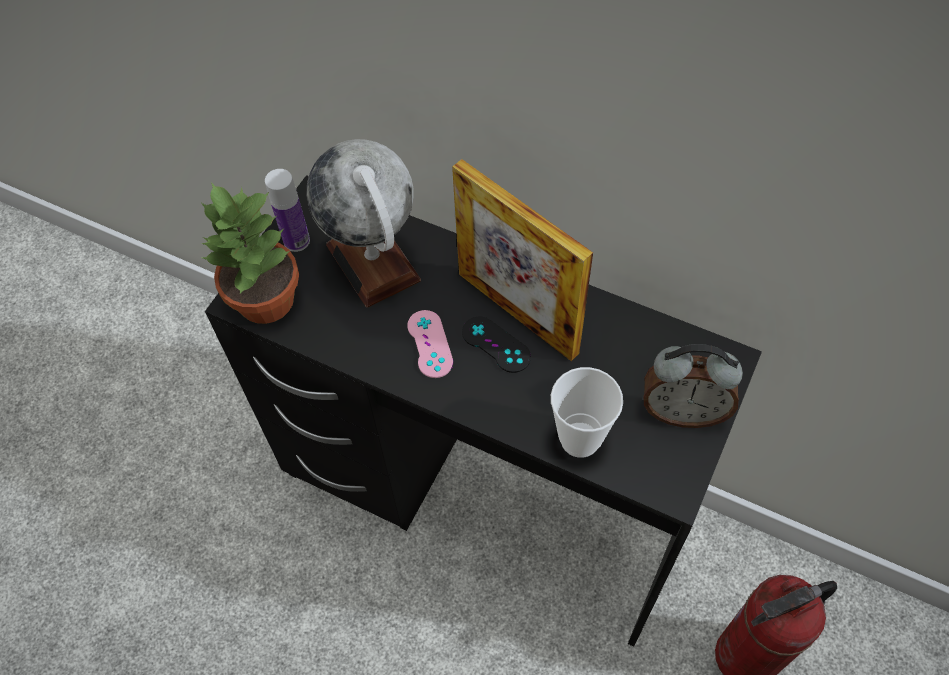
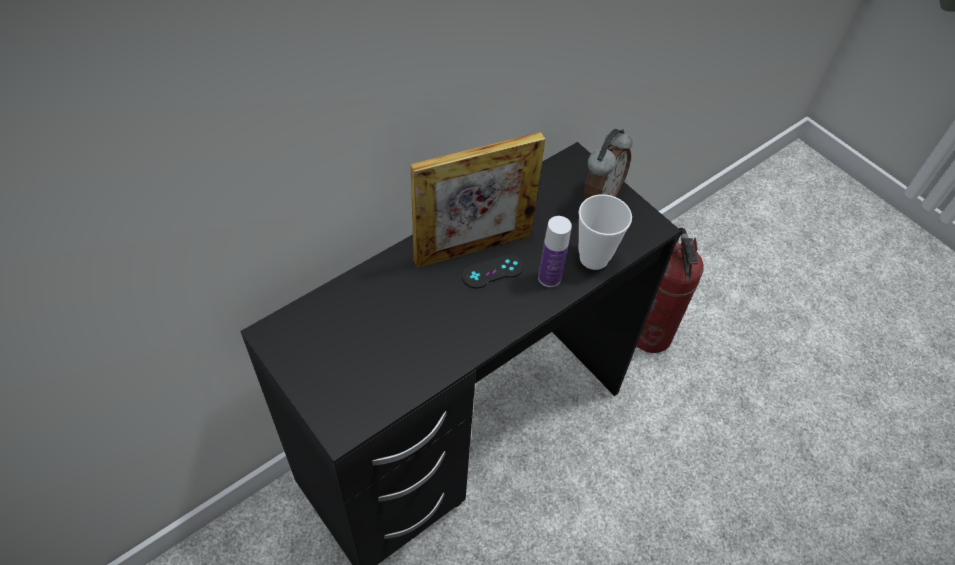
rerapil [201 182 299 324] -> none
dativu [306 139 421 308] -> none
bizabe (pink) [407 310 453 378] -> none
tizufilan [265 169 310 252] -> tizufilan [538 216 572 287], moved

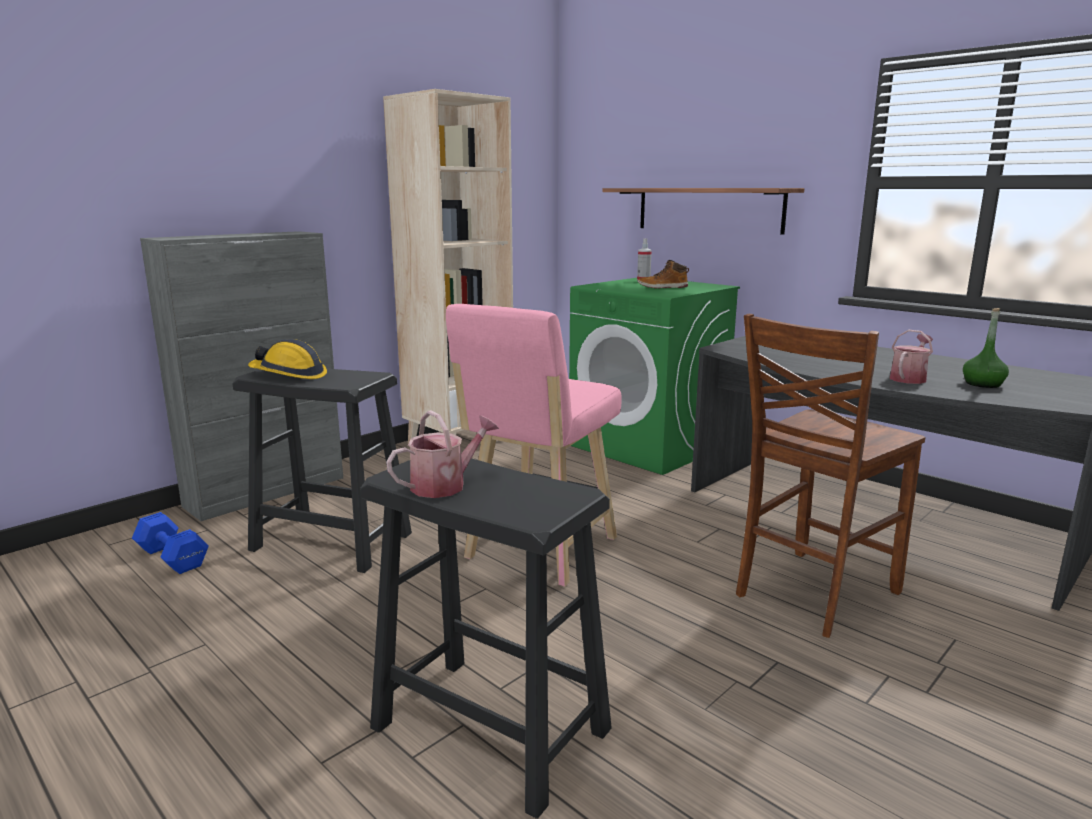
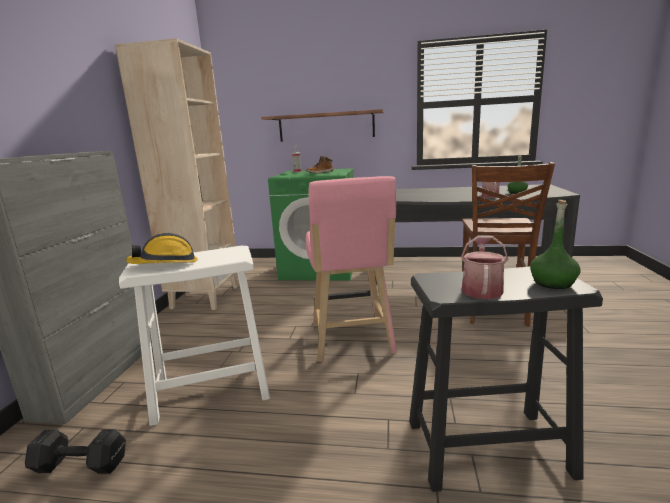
none -> tizufilan (green) [530 200 581 289]
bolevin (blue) [132 512 209 574] -> bolevin (black) [25 429 126 474]
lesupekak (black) [232 368 412 573] -> lesupekak (white) [119 246 270 426]

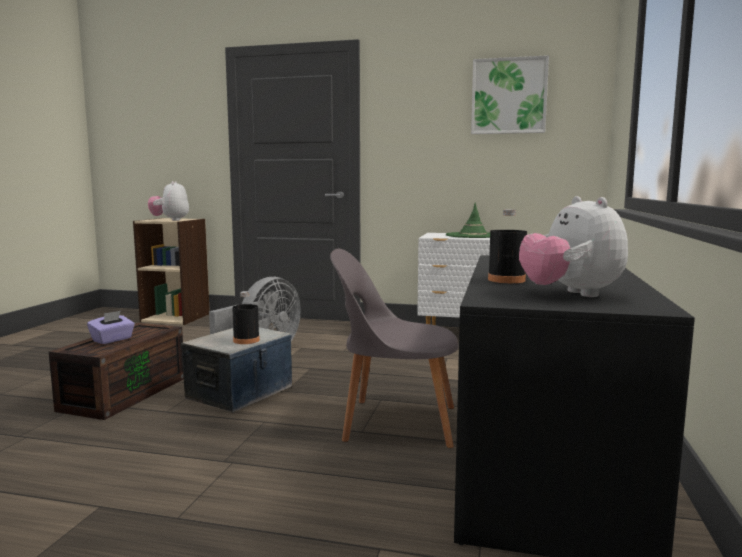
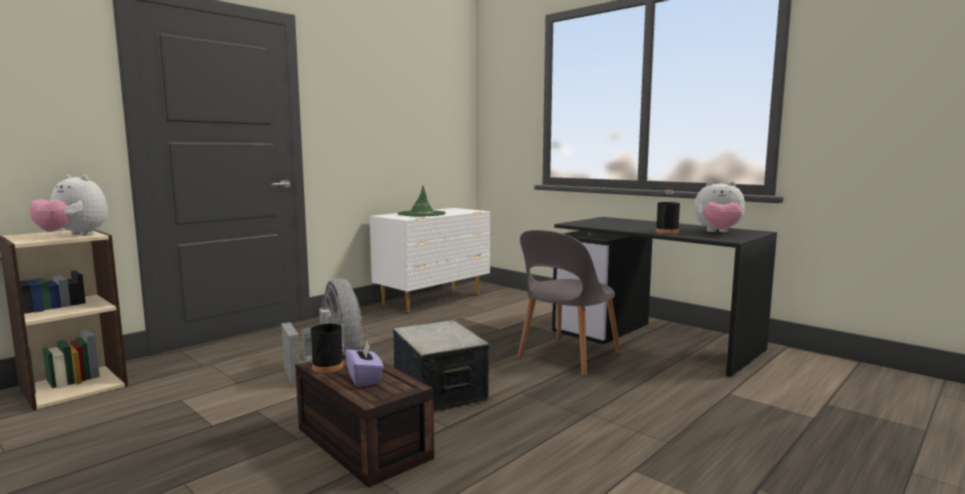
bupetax [471 55 549 134] -> none
tizufilan (black) [232 291 260 344] -> tizufilan (black) [311 309 344 373], moved

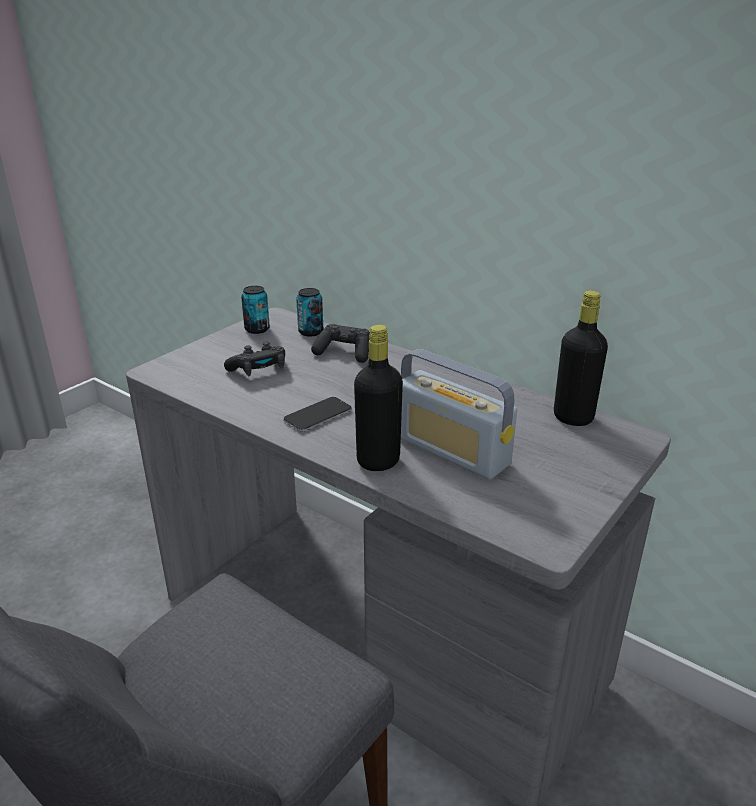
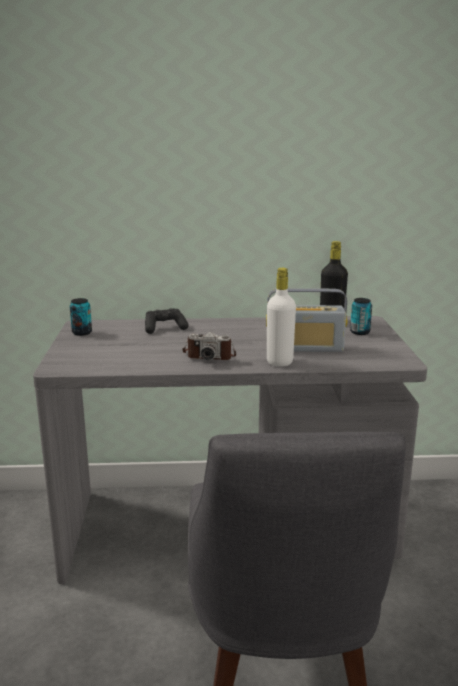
bizabe (black) [224 341 285 376] -> none
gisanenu [296 288 323 337] -> gisanenu [350 298 372 335], moved
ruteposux [284 397 352 432] -> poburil [182 332 236 360]
tizufilan (black) [354 325 403 471] -> tizufilan (white) [267 268 296 367]

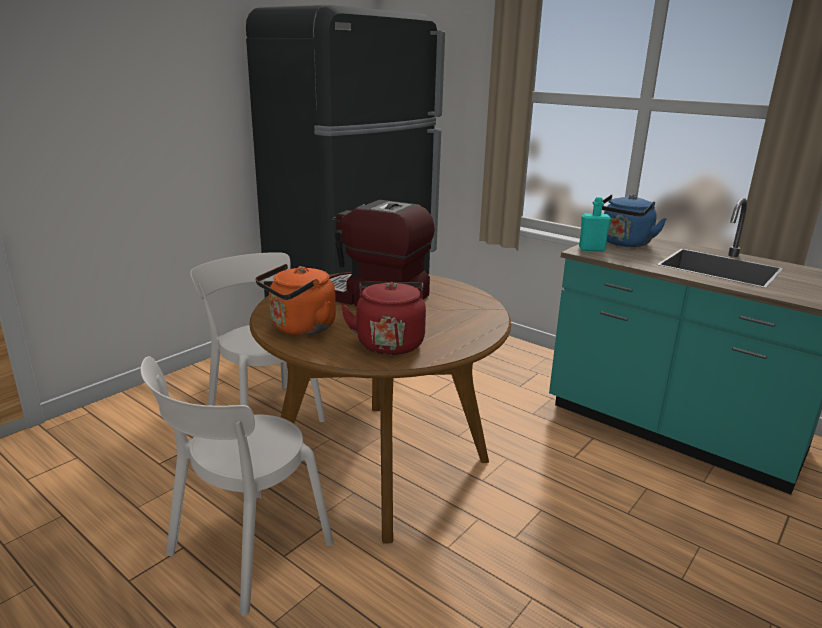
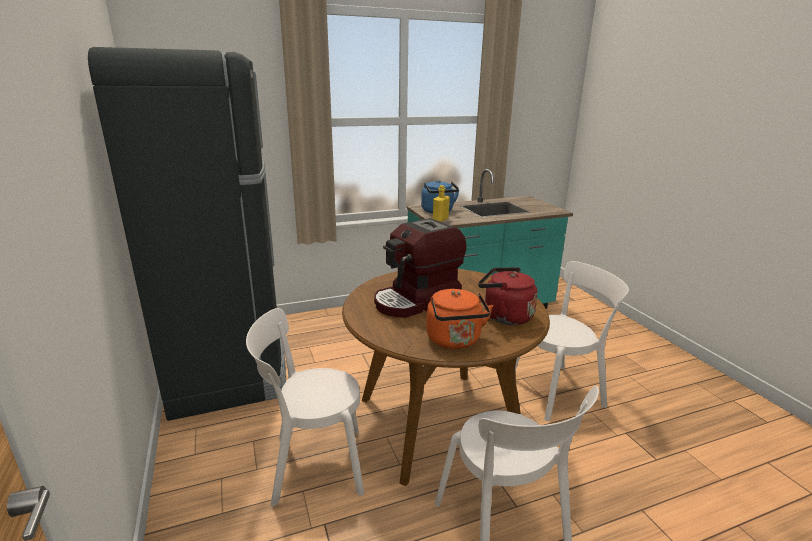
none -> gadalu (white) [515 261 629 421]
tizufilan (turquoise) [579 197 611 252] -> tizufilan (yellow) [433 185 450 222]

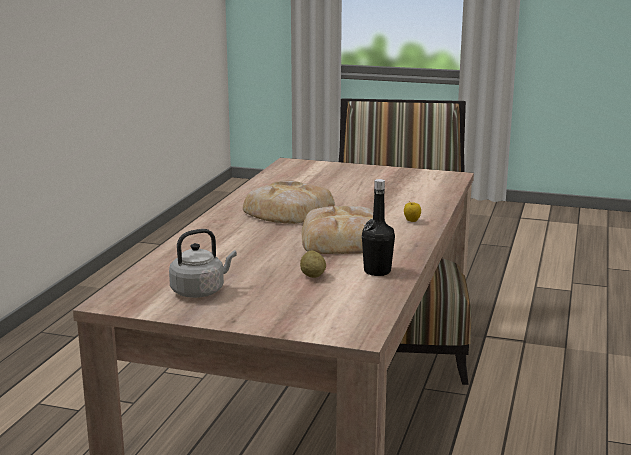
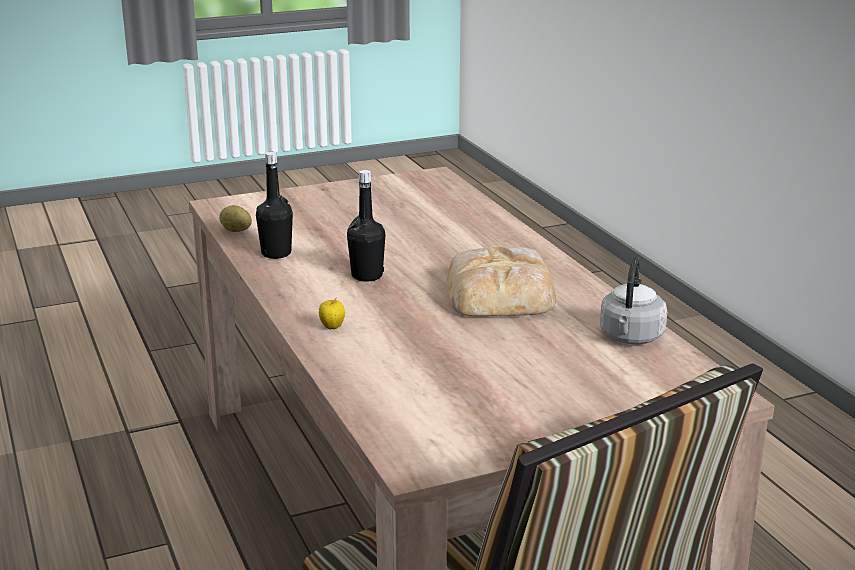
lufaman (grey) [169 229 237 298] -> lufaman (grey) [600 257 667 344], moved
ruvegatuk [300 250 326 278] -> ruvegatuk [219 205 252 232], moved
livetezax [302 206 373 254] -> tizufilan (black) [347 170 385 282]

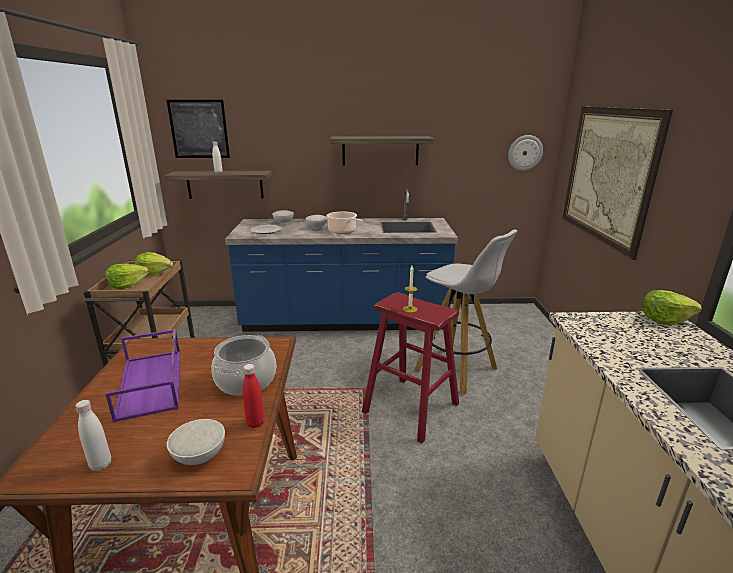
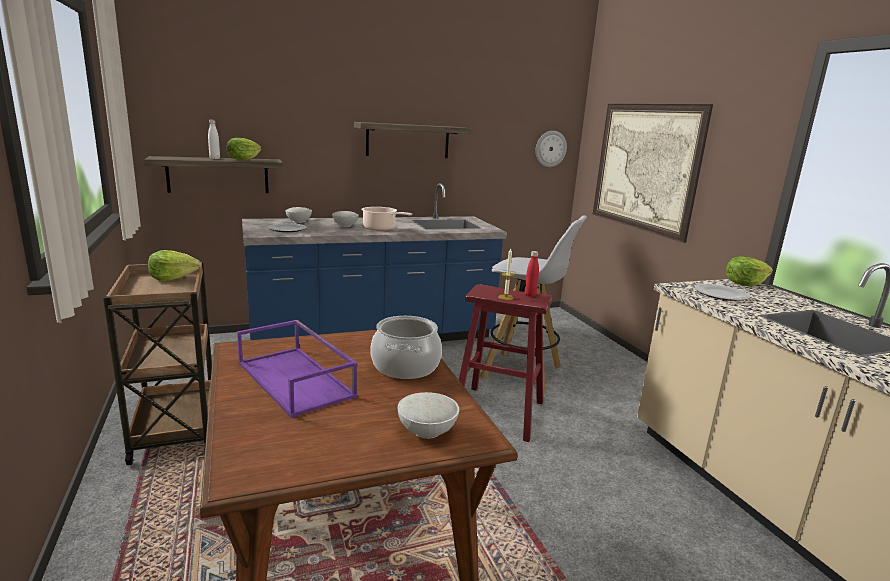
tizufilan (white) [75 400 111 471] -> none
bupetax [167 100 230 158] -> none
none -> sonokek [694 284 750 301]
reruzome [105 264 149 290] -> reruzome [227 138 261 160], moved
tizufilan (red) [243 364 264 428] -> tizufilan (red) [525 251 539 297], moved

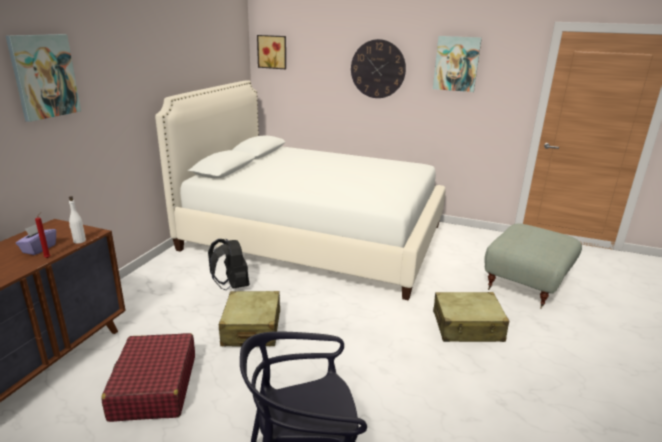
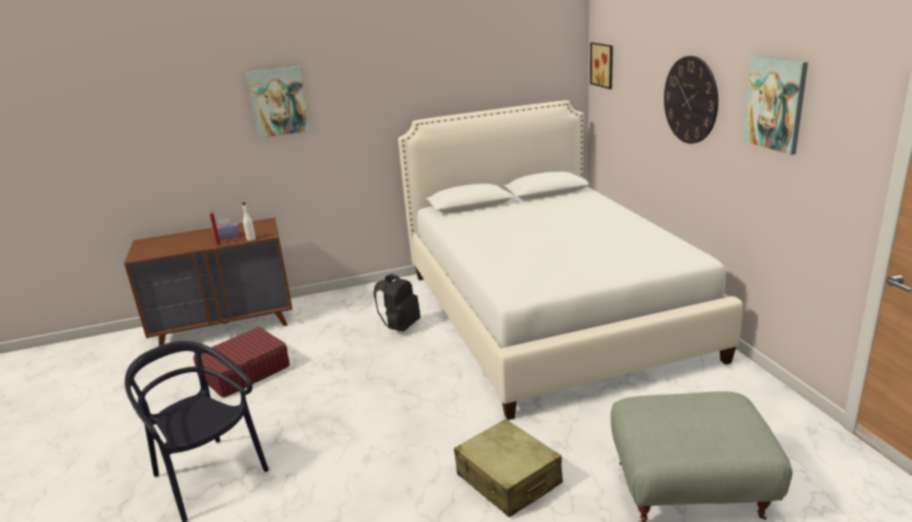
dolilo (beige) [219 291 280 346] -> none

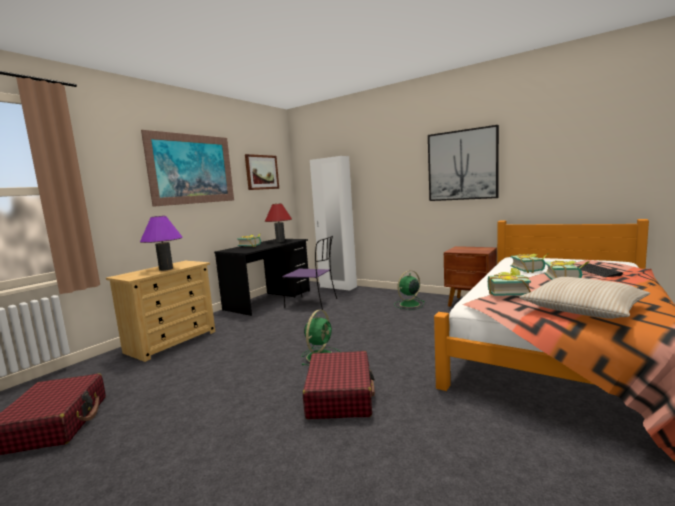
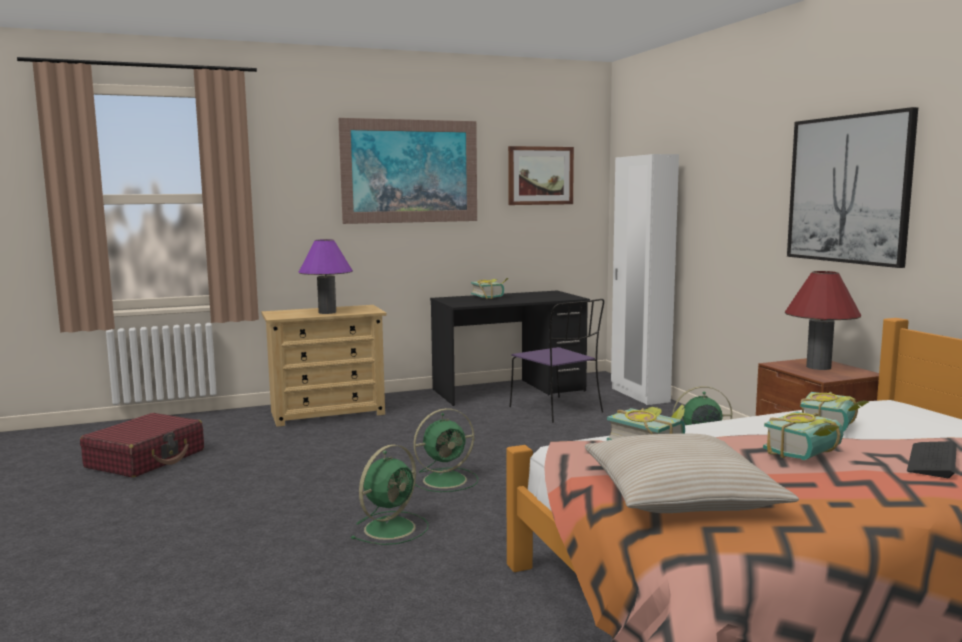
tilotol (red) [265 203 292 242] -> tilotol (red) [785 271 861 370], moved
dolilo (red) [303 351 375 419] -> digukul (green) [351 444 429 545]

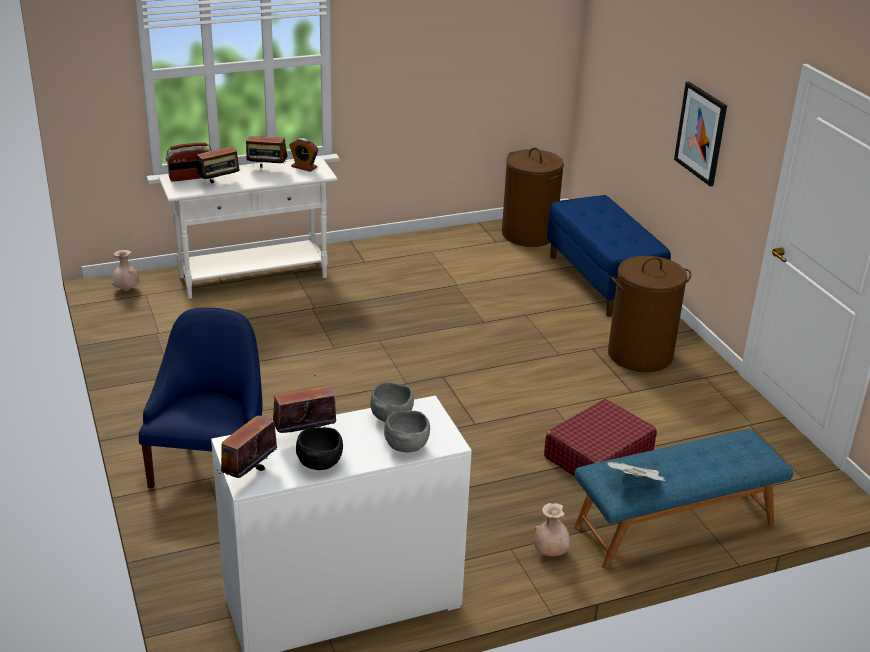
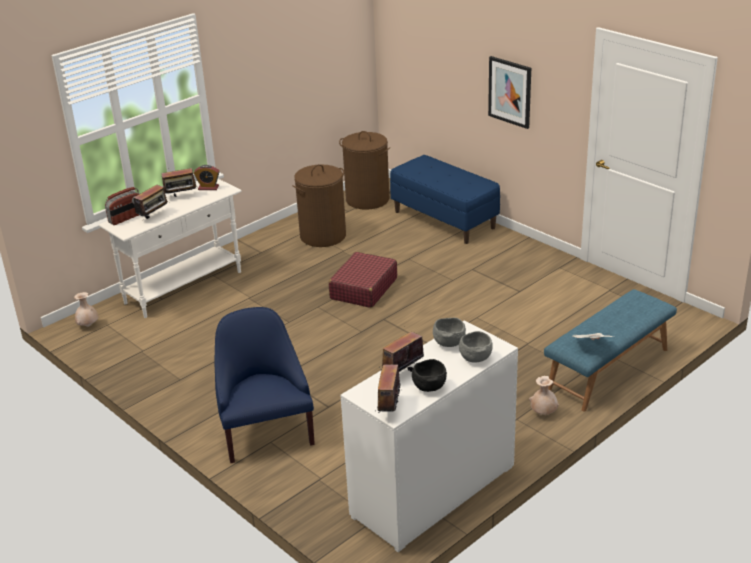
dolilo (red) [544 399 657 476] -> dolilo (red) [329 252 397 308], moved
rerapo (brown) [608 256 691 372] -> rerapo (brown) [292 164 346 247], moved

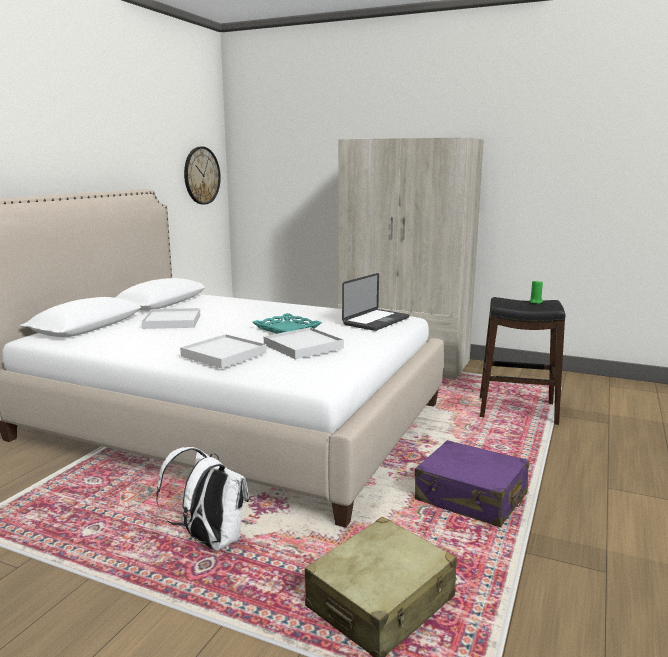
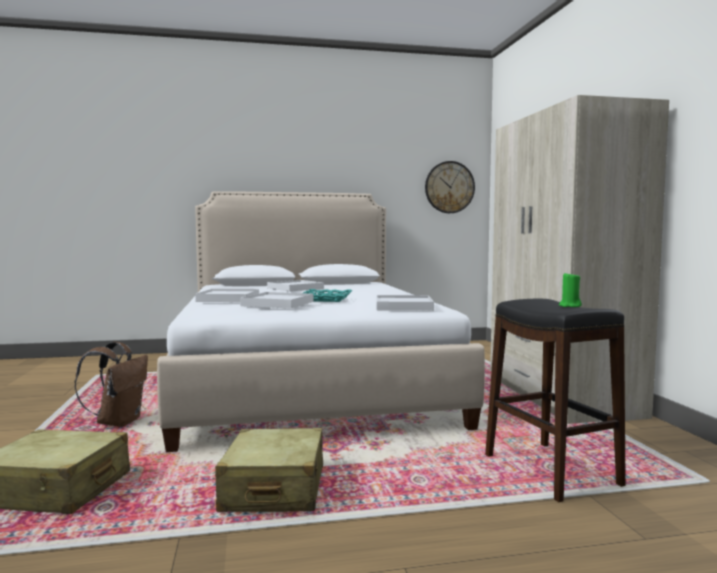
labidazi [342 273 409 331] -> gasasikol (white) [377 295 434 311]
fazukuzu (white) [156 447 249 551] -> fazukuzu (brown) [75 342 148 427]
dolilo (purple) [415 440 529 527] -> dolilo (beige) [215 428 323 512]

